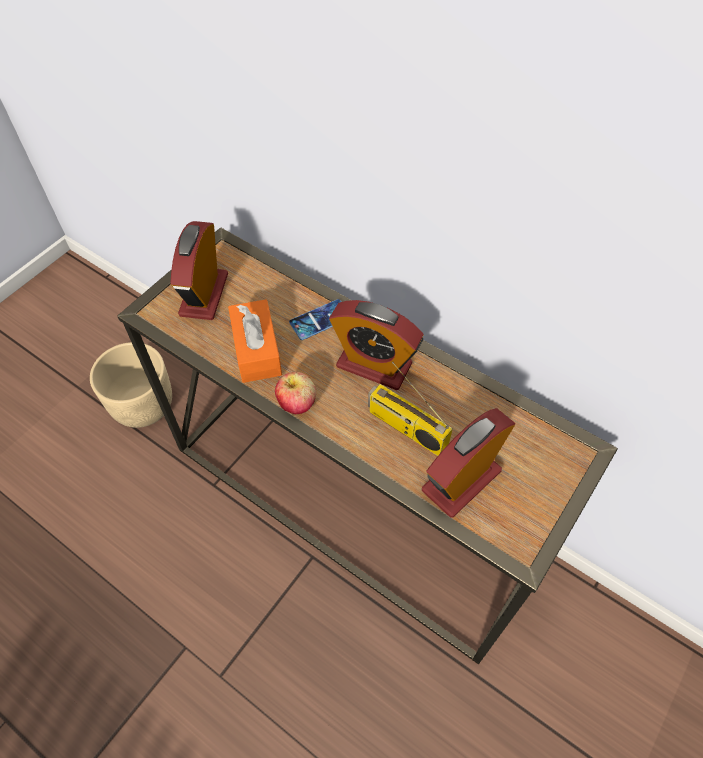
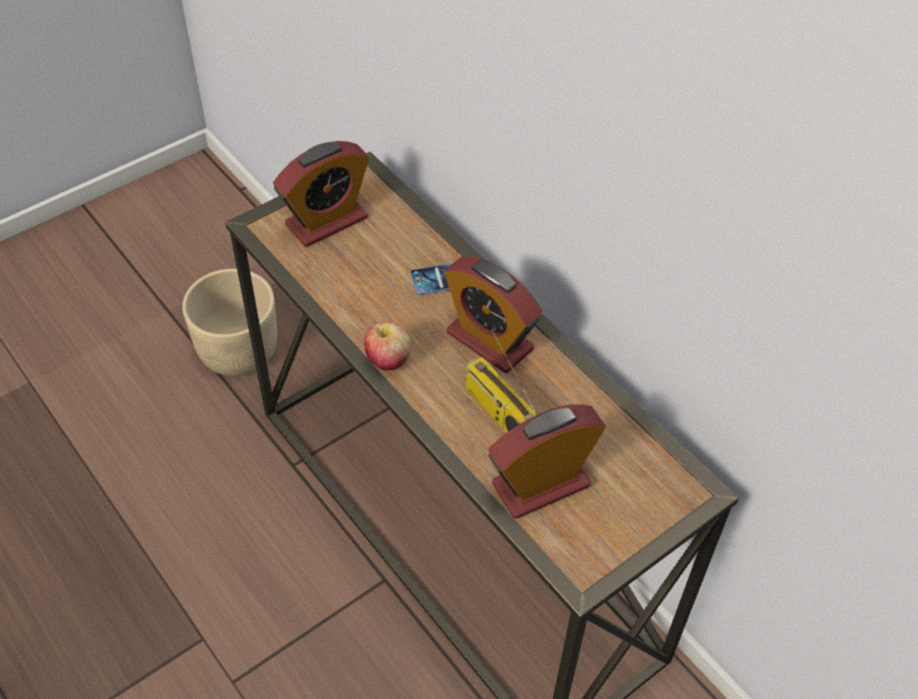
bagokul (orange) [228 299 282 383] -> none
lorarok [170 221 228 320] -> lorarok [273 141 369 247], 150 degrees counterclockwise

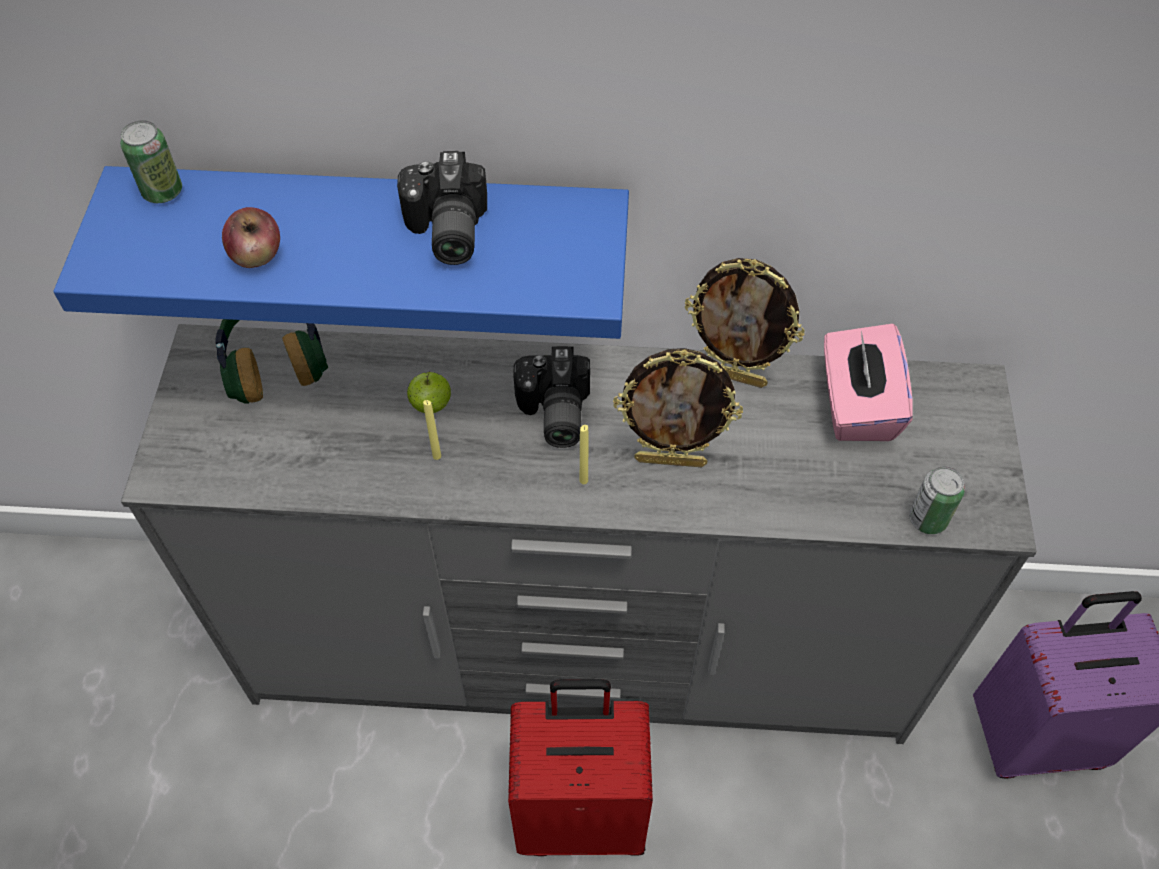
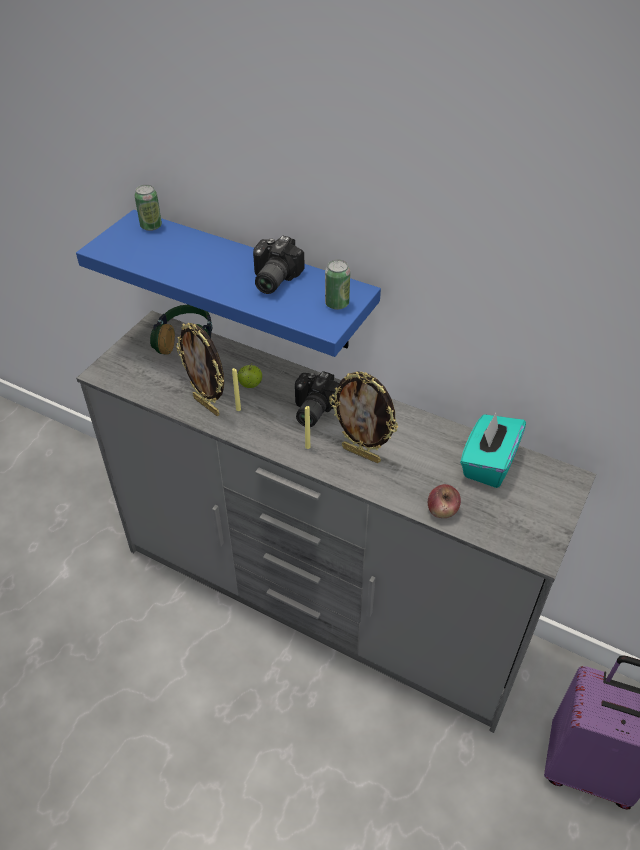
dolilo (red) [508 679 653 856] -> none
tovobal [222 207 280 268] -> tovobal [428 484 461 518], moved
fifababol [685 258 805 388] -> fifababol [176 323 224 416], moved
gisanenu [909 466 965 534] -> gisanenu [325 260 350 310], moved
bagokul (pink) [824 324 912 441] -> bagokul (turquoise) [460 413 526 488]

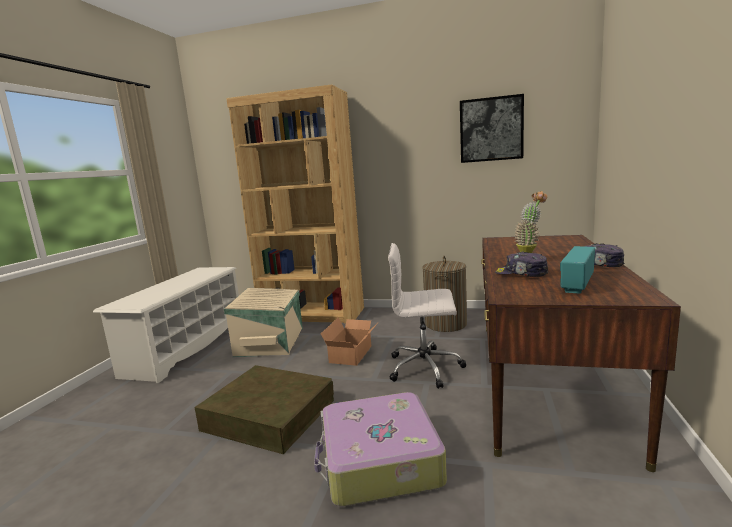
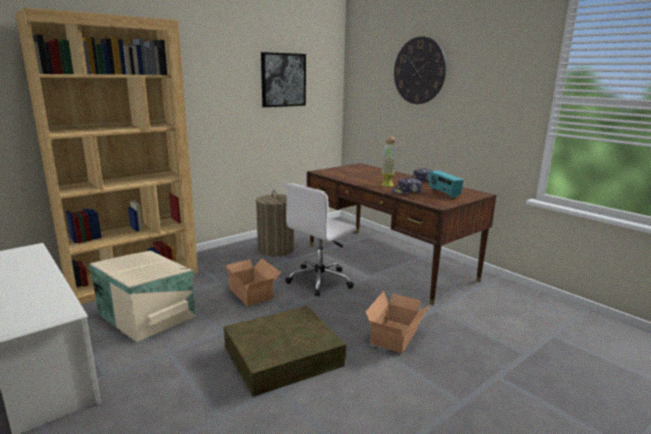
none -> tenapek [394 36 446 104]
dolilo [314 392 447 506] -> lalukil [366 291 430 353]

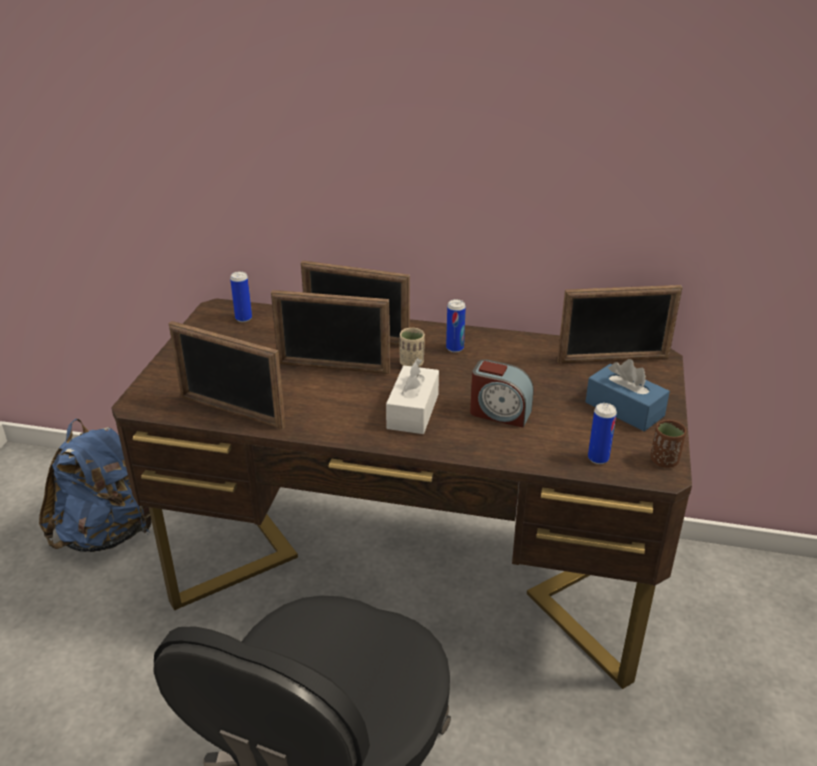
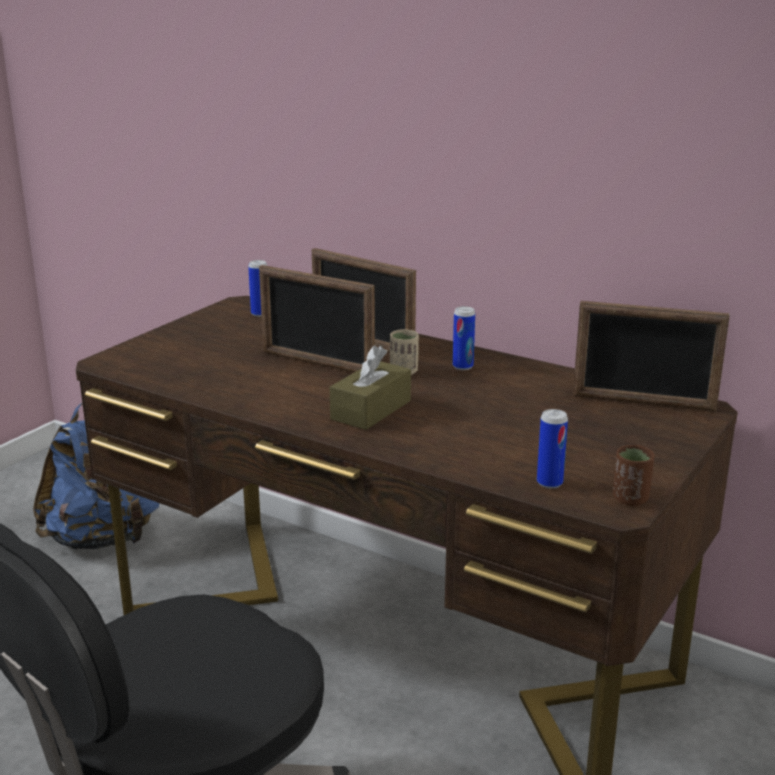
fifababol [169 321 286 429] -> none
lorarok [470 359 534 428] -> none
bagokul (blue) [586 359 670 431] -> none
bagokul (white) [386 358 439 434] -> bagokul (brown) [330 345 411 430]

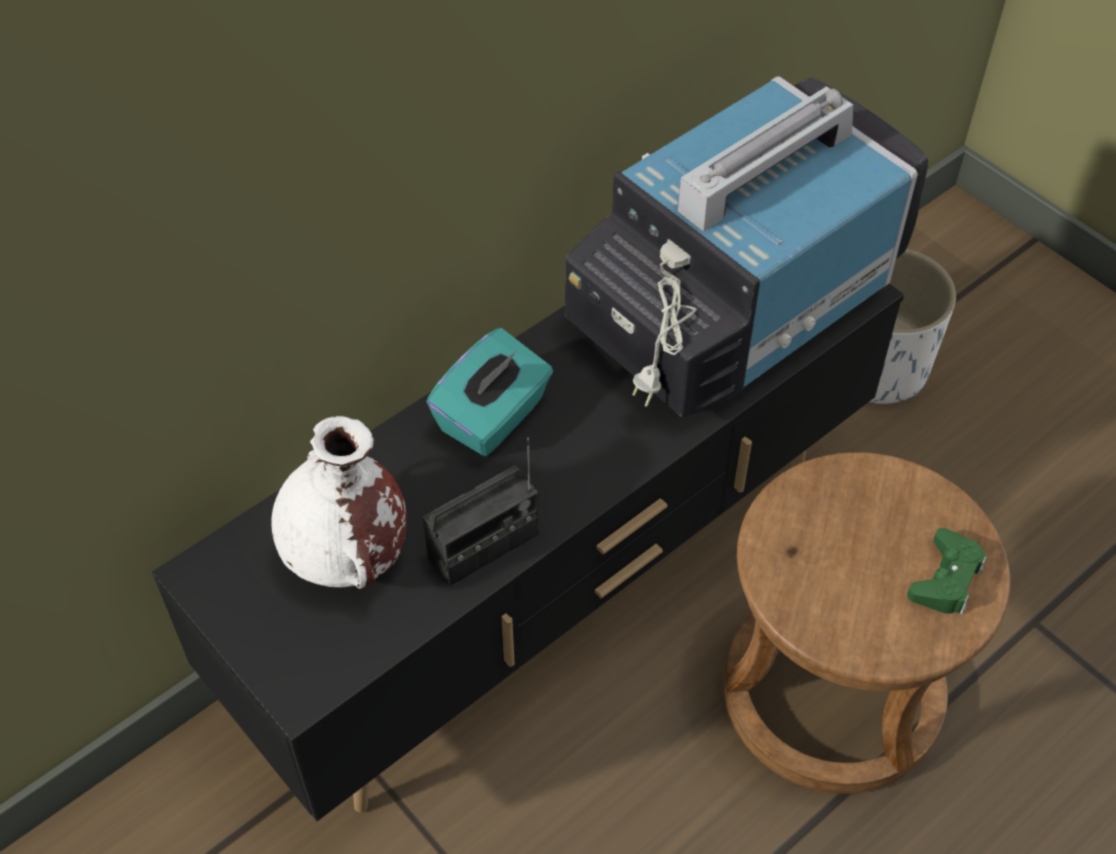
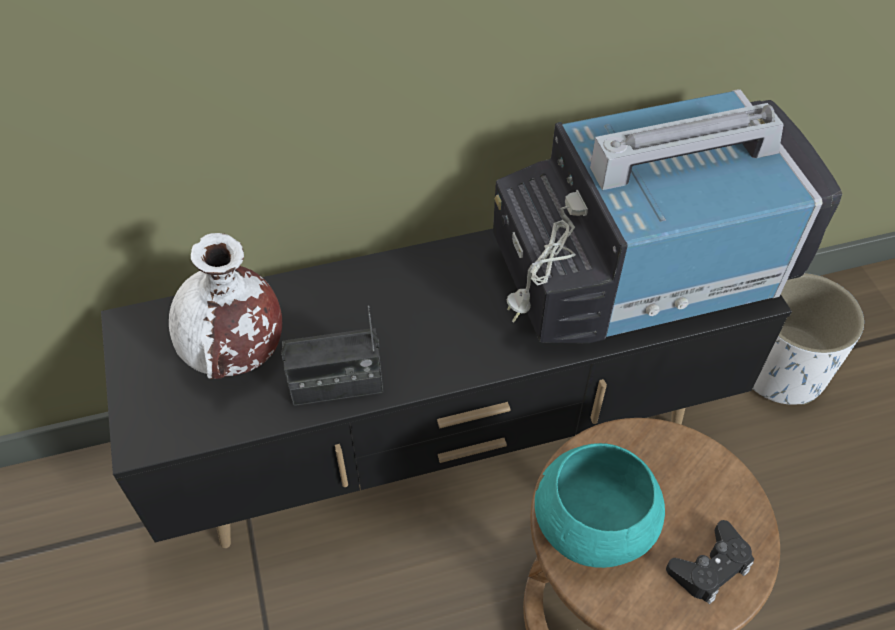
bagokul (turquoise) [426 328 553 456] -> none
none -> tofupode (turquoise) [535 443 665 568]
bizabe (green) [907 528 987 614] -> bizabe (black) [666 520 754 604]

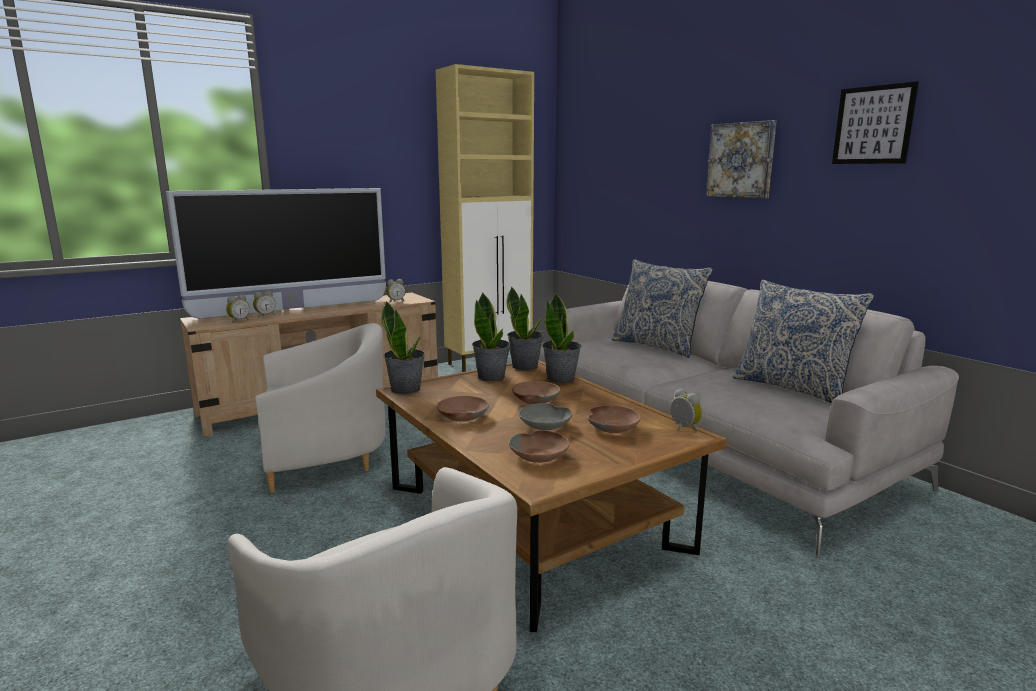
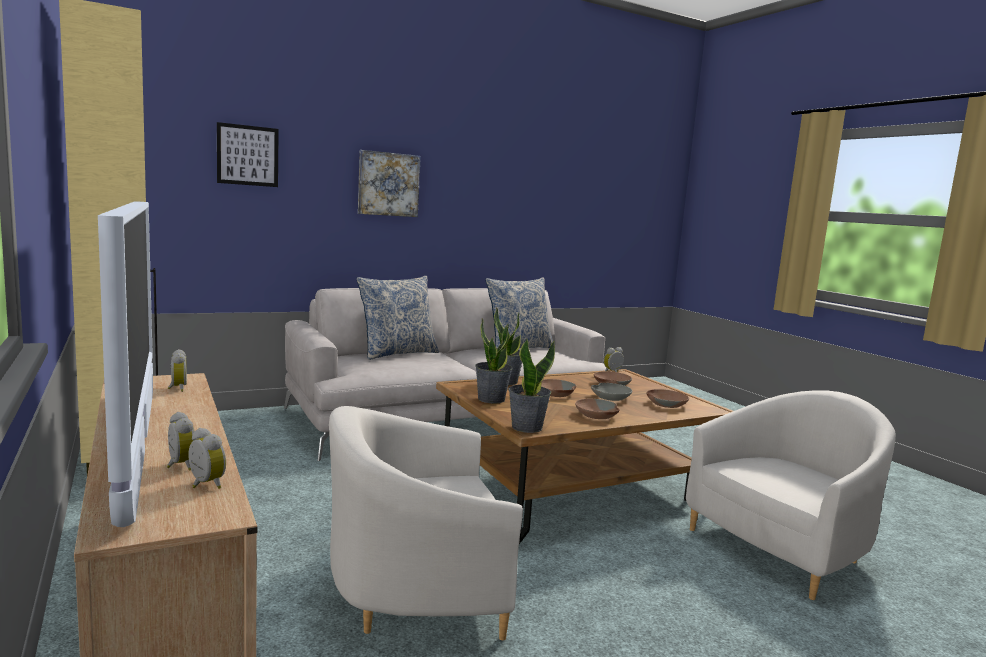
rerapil [506 286 544 370] -> none
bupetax [832 81 919 164] -> bupetax [217 122 279 187], moved
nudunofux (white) [255 323 386 493] -> nudunofux (white) [329 406 523 640], 90 degrees counterclockwise

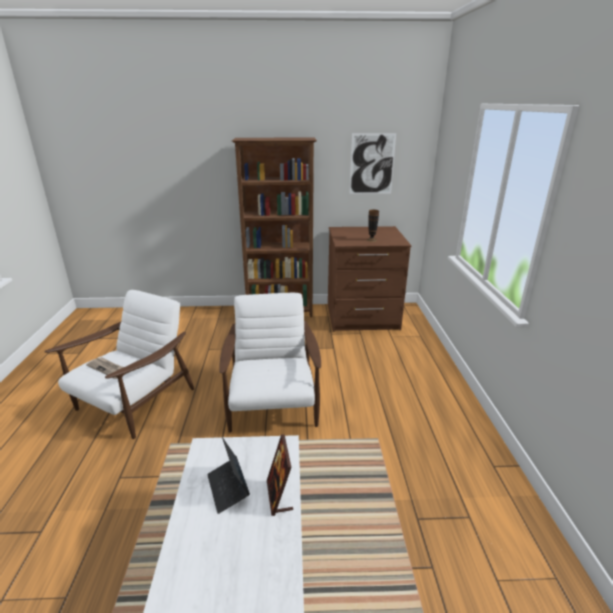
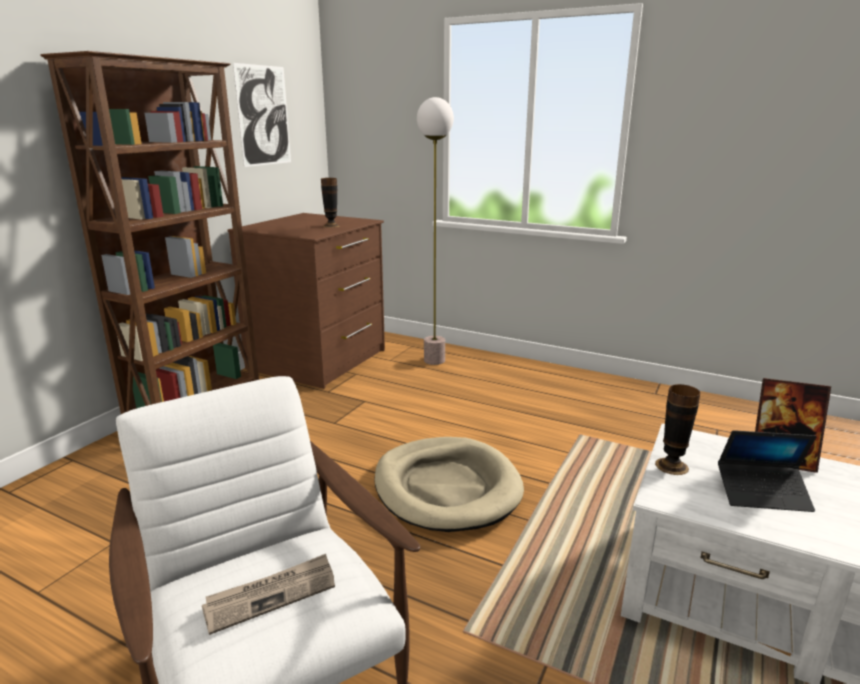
none -> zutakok [417 97 454 365]
none -> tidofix [655 384 700 475]
nudunofux (white) [219 293 321 433] -> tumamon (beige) [374 437 524 532]

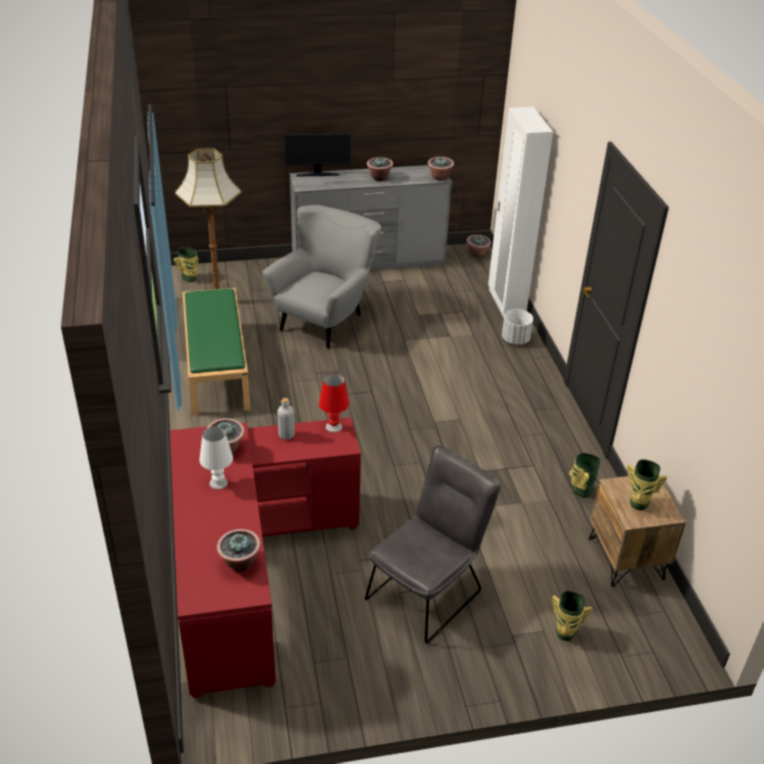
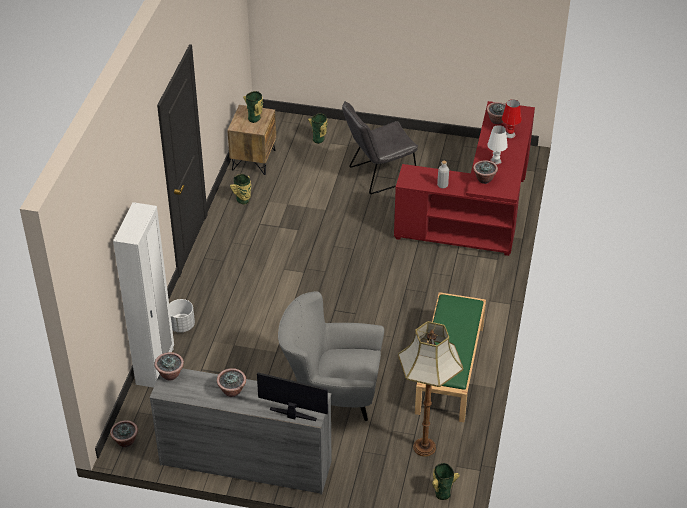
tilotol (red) [319 373 349 433] -> tilotol (red) [502 100 522 138], moved
nudunofux (grey) [262 205 381 349] -> nudunofux (grey) [278 291 384 421], 45 degrees clockwise

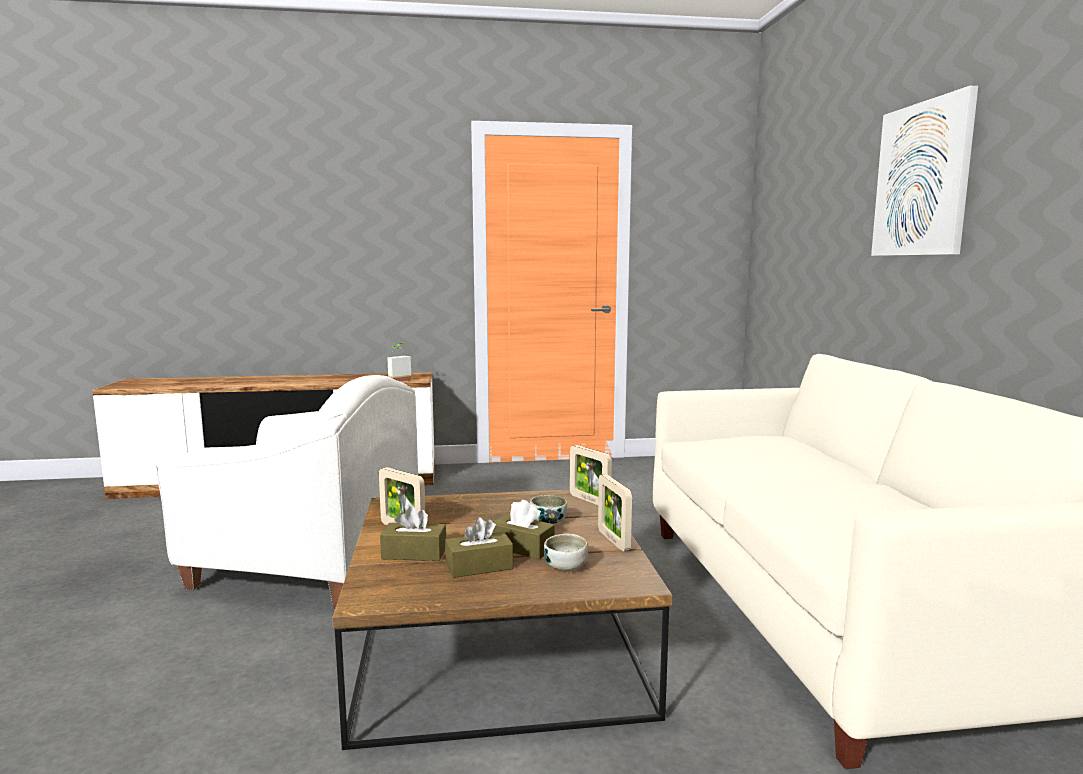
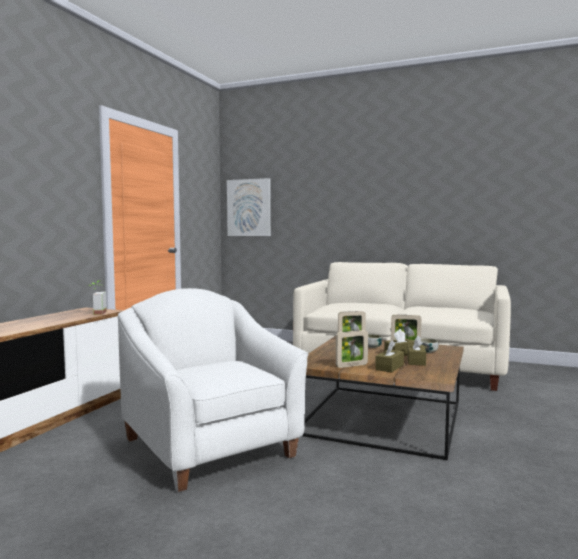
bupetax [871 86 978 256] -> bupetax [227 178 271 236], moved
nudunofux (white) [154 375 418 609] -> nudunofux (white) [118 288 308 492], 75 degrees counterclockwise

